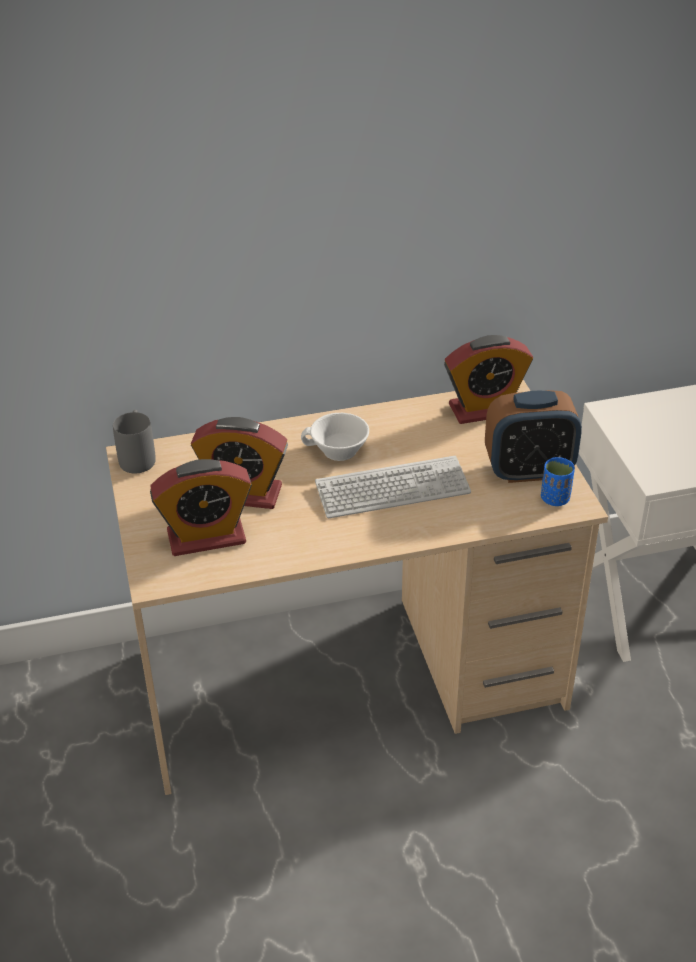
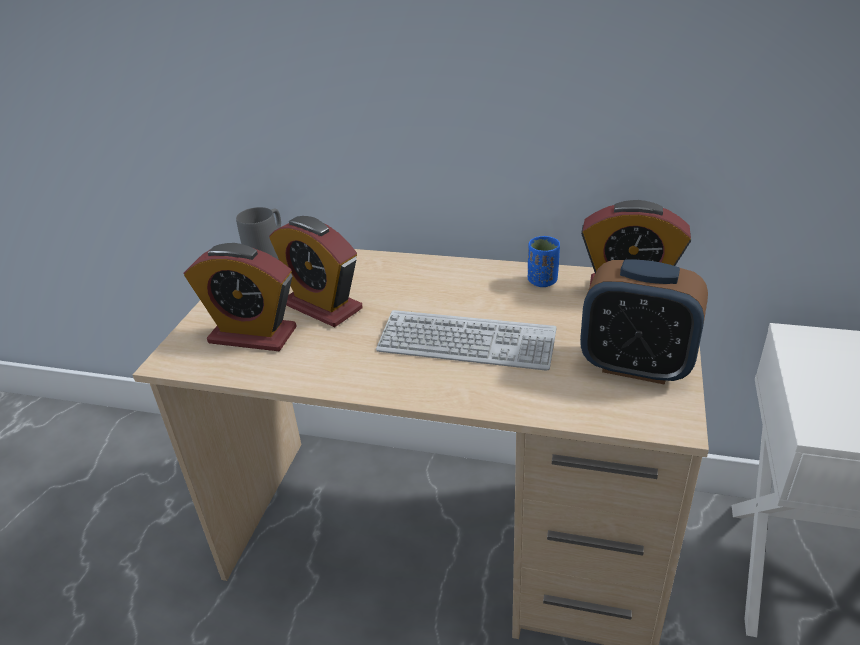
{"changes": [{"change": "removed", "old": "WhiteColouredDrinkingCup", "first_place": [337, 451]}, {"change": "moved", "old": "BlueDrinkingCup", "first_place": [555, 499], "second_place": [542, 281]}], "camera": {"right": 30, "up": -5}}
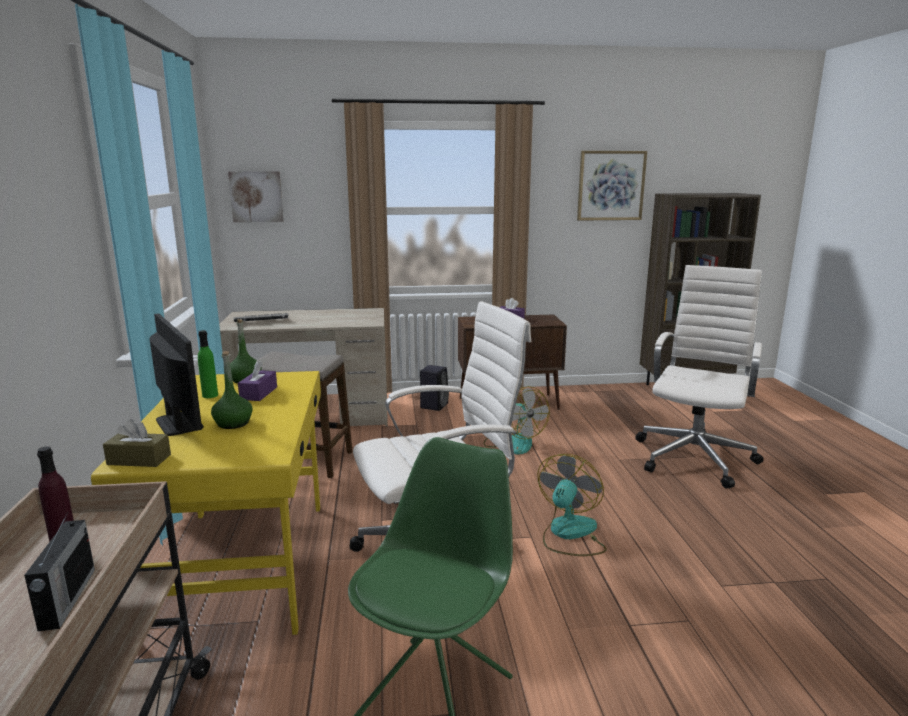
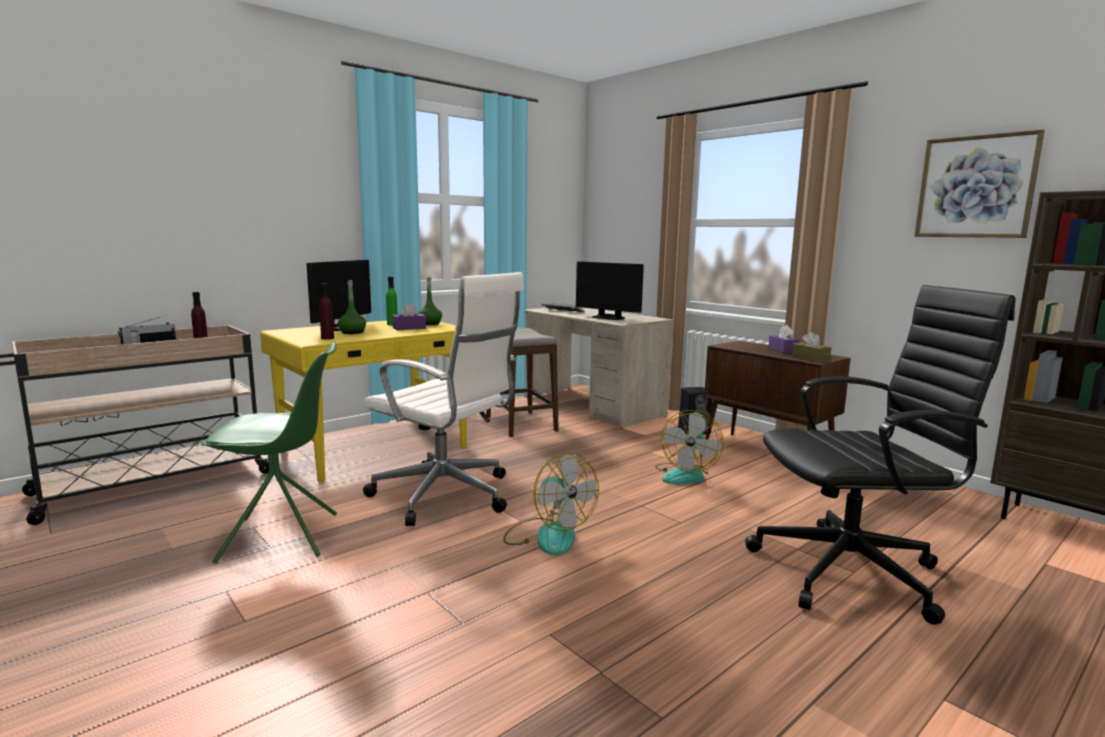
{"changes": [{"change": "moved", "old": "BrownishTissueBox", "first_place": [139, 459], "second_place": [810, 359]}, {"change": "removed", "old": "WallPicture", "first_place": [256, 196]}, {"change": "turned", "old": "CoolingFan", "first_place": [569, 534], "second_place": [548, 535], "degrees": 60}, {"change": "recoloured", "old": "WhiteColouredComputerChair", "new": "BlackColouredComputerChair", "first_place": [695, 456], "second_place": [853, 572]}, {"change": "added", "new": "PurpleColouredBeverageBottle", "second_place": [327, 338]}, {"change": "added", "new": "ComputerScreen", "second_place": [608, 318]}], "camera": {"right": 55, "up": -5}}
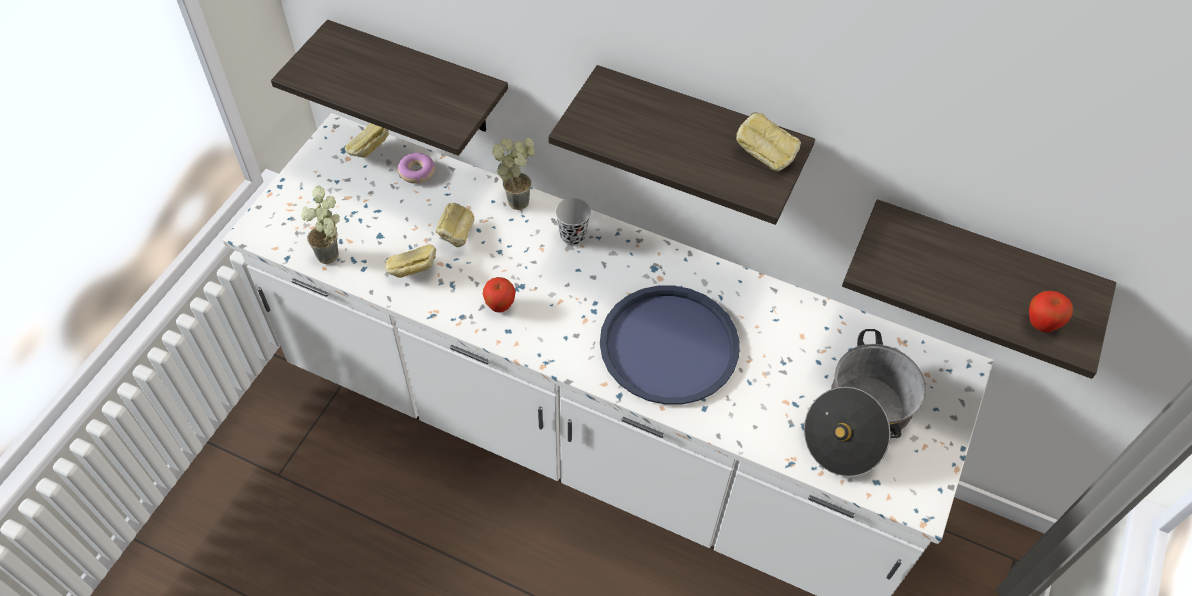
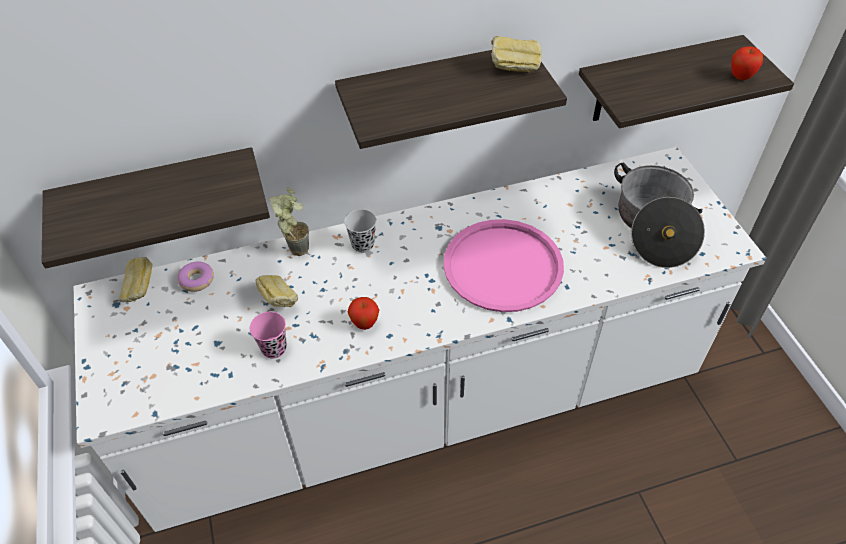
{"changes": [{"change": "removed", "old": "PottedPlant", "first_place": [335, 257]}, {"change": "replaced", "old": "Bread", "new": "PinkishDrinkingCup", "first_place": [413, 272], "second_place": [274, 348]}, {"change": "recoloured", "old": "BlueServingTray", "new": "PinkishServingTray", "first_place": [669, 345], "second_place": [502, 266]}], "camera": {"right": -40, "up": -5}}
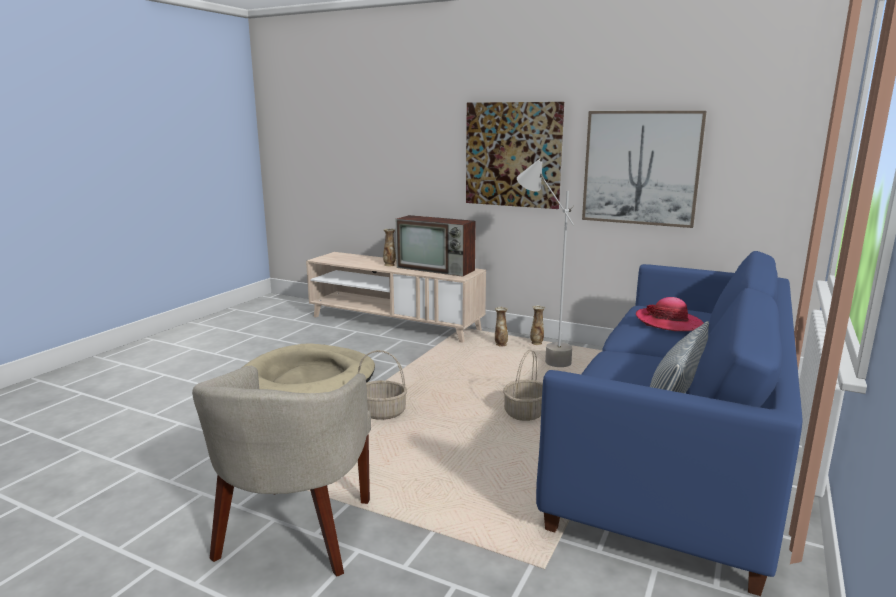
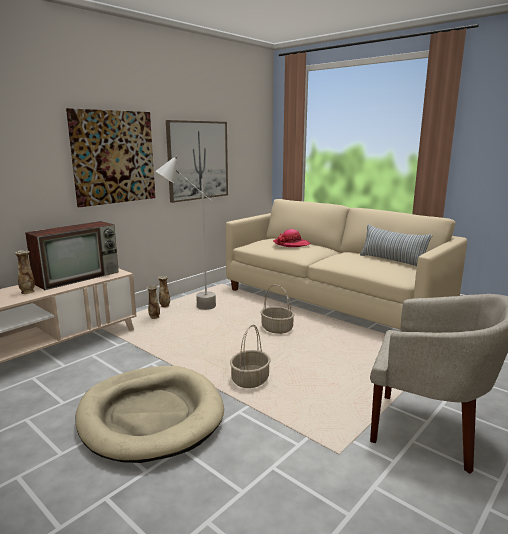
{"changes": [{"change": "recoloured", "old": "BlueCouch", "new": "BeigeColouredCouch", "first_place": [678, 447], "second_place": [332, 302]}], "camera": {"right": -75, "up": 0}}
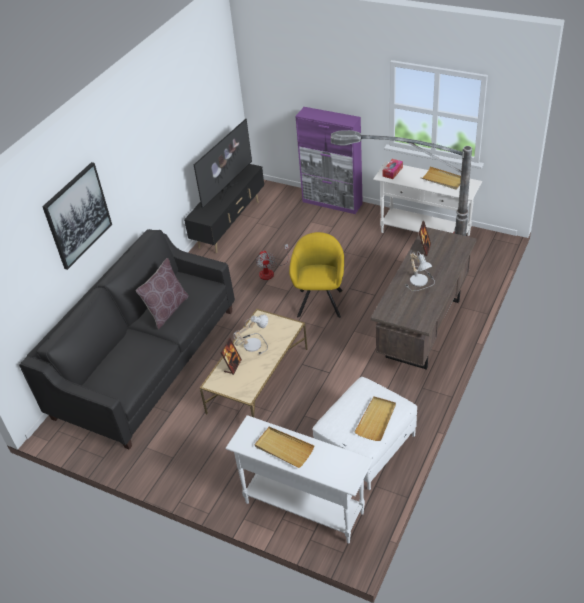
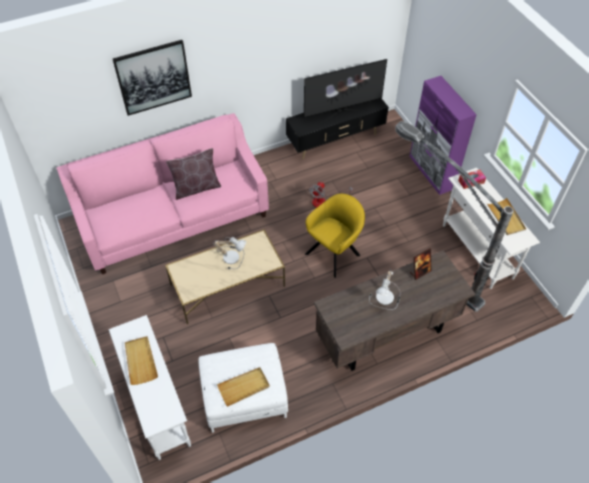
{"changes": [{"change": "recoloured", "old": "BlackColouredCouch", "new": "PinkishCouch", "first_place": [147, 364], "second_place": [173, 217]}, {"change": "removed", "old": "PhotoFrame", "first_place": [232, 366]}], "camera": {"right": 35, "up": 10}}
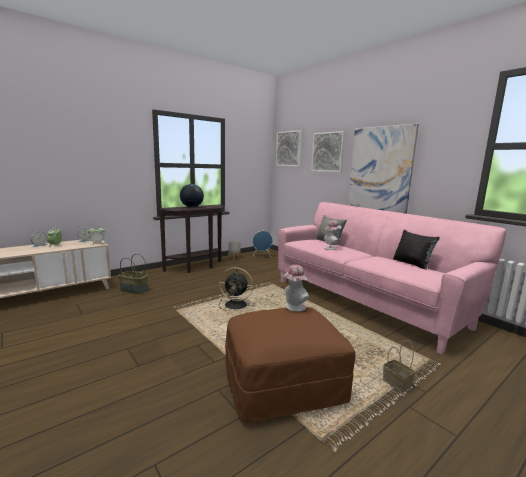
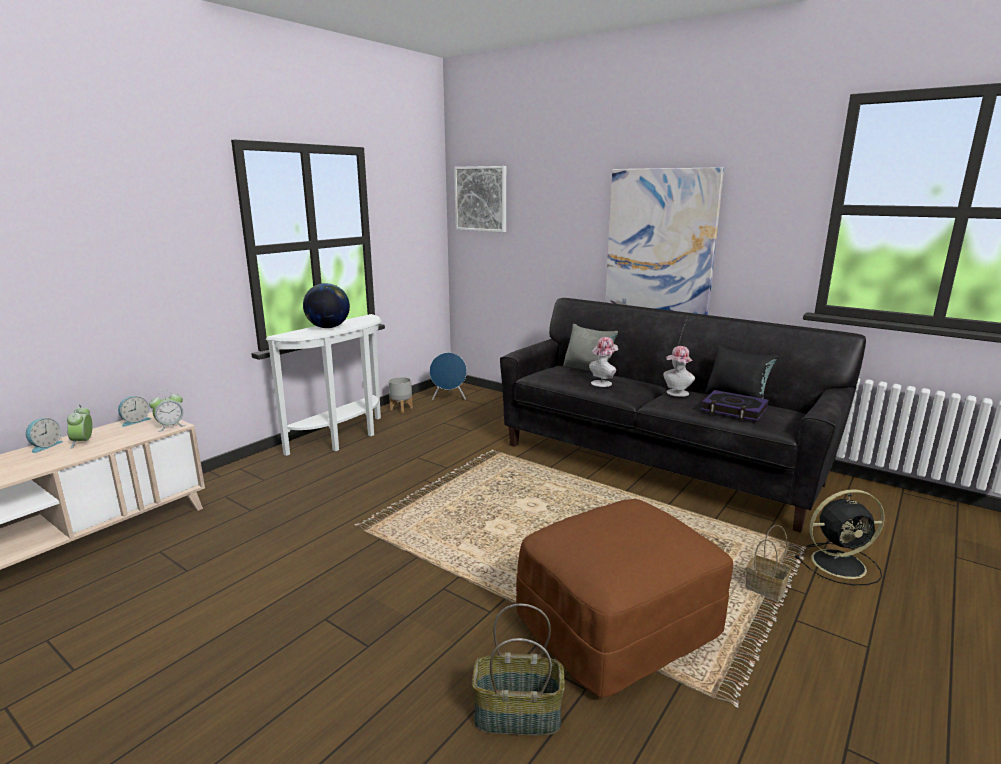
{"changes": [{"change": "moved", "old": "StorageBasket", "first_place": [133, 290], "second_place": [517, 716]}, {"change": "recoloured", "old": "BrownishConsoleTable", "new": "WhiteColouredConsoleTable", "first_place": [196, 267], "second_place": [344, 438]}, {"change": "moved", "old": "BlackColouredCoolingFan", "first_place": [237, 305], "second_place": [840, 564]}, {"change": "recoloured", "old": "PinkishCouch", "new": "BlackColouredCouch", "first_place": [363, 301], "second_place": [656, 462]}, {"change": "moved", "old": "Hat", "first_place": [294, 308], "second_place": [676, 394]}, {"change": "removed", "old": "WallPicture", "first_place": [328, 152]}, {"change": "added", "new": "Book", "second_place": [734, 410]}], "camera": {"right": -15, "up": 5}}
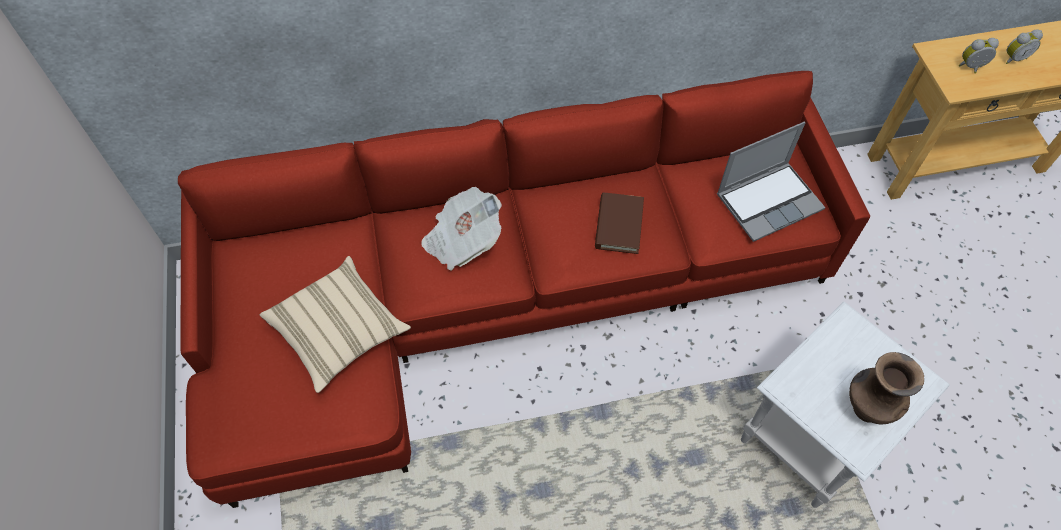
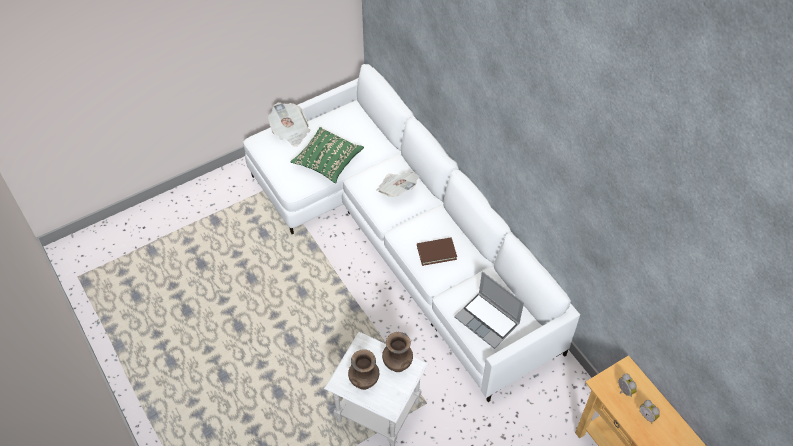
{"changes": [{"change": "recoloured", "old": "ReddishCouch", "new": "WhiteColouredCouch", "first_place": [494, 297], "second_place": [402, 238]}, {"change": "recoloured", "old": "BeigeColouredCushion", "new": "GreenCushion", "first_place": [338, 331], "second_place": [328, 161]}, {"change": "added", "new": "Newspaper", "second_place": [290, 131]}, {"change": "added", "new": "BrownishDecorativeVase", "second_place": [397, 365]}], "camera": {"right": 70, "up": -5}}
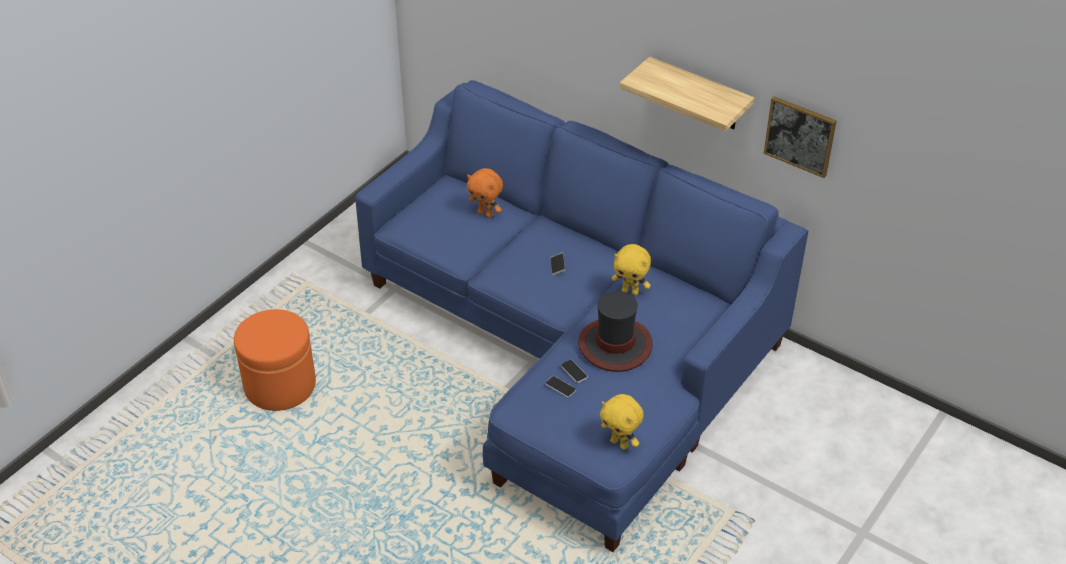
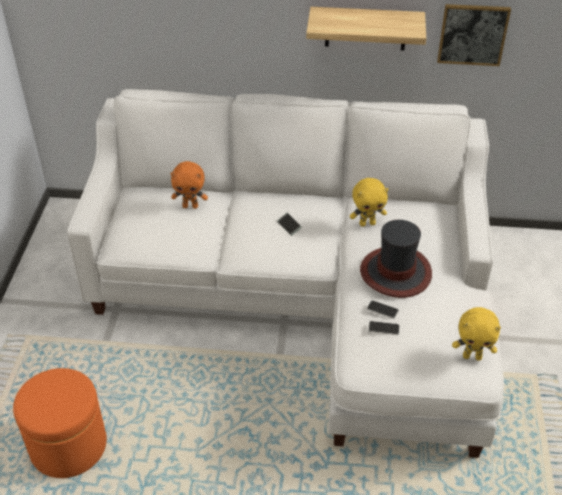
{"changes": [{"change": "recoloured", "old": "BlueCouch", "new": "WhiteColouredCouch", "first_place": [573, 347], "second_place": [307, 296]}], "camera": {"right": -30, "up": 0}}
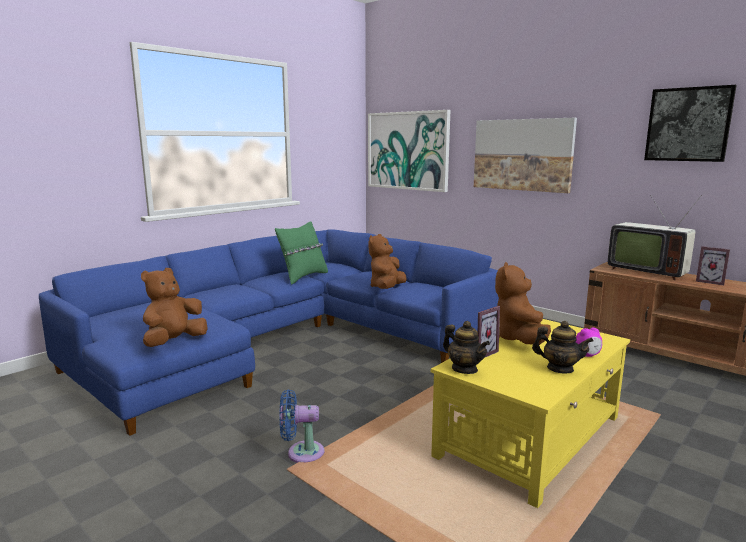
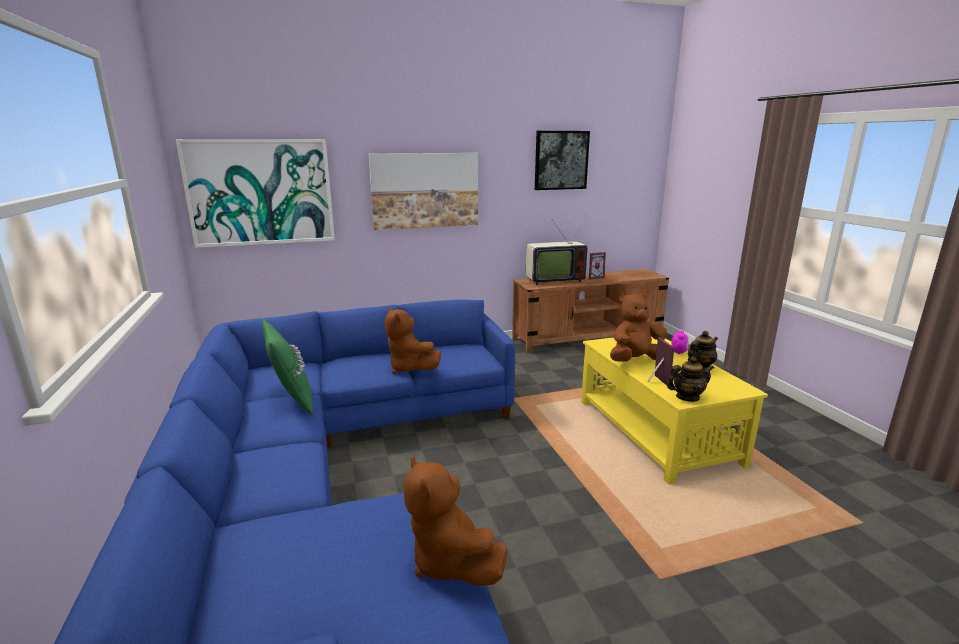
{"changes": [{"change": "removed", "old": "BlueCoolingFan", "first_place": [301, 453]}, {"change": "turned", "old": "BrownishPlushToy", "first_place": [519, 340], "second_place": [635, 361], "degrees": 120}], "camera": {"right": -60, "up": 5}}
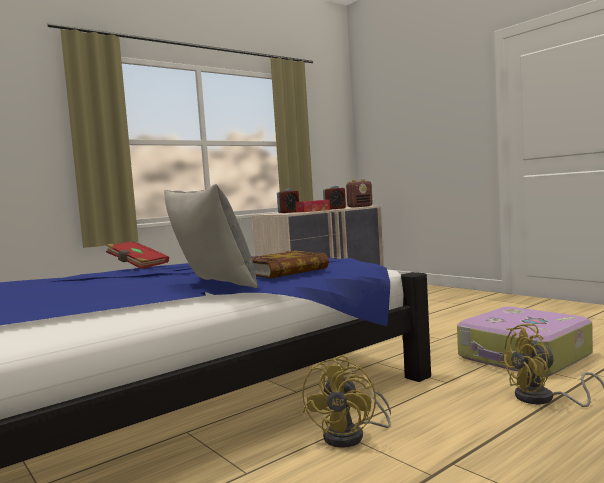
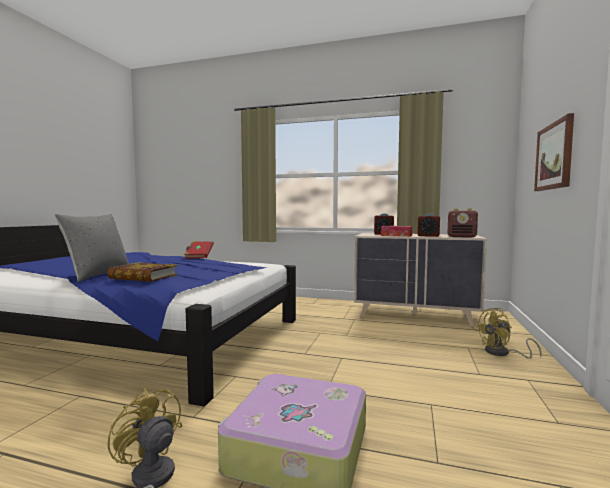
{"changes": [{"change": "moved", "old": "YellowColouredCoolingFan", "first_place": [352, 436], "second_place": [502, 353]}, {"change": "added", "new": "WallPicture", "second_place": [554, 156]}], "camera": {"right": 55, "up": 0}}
